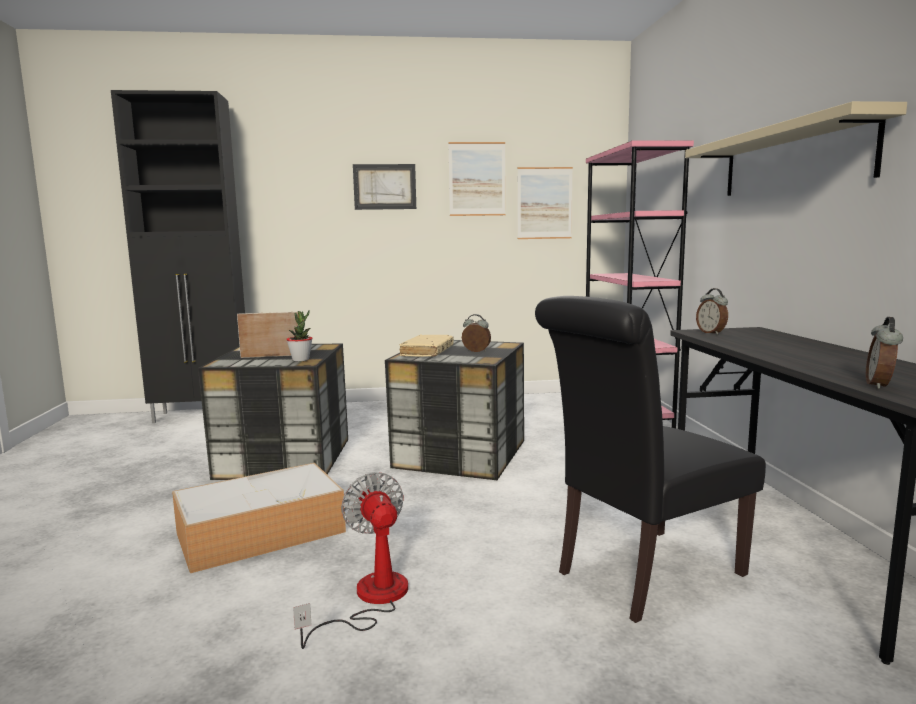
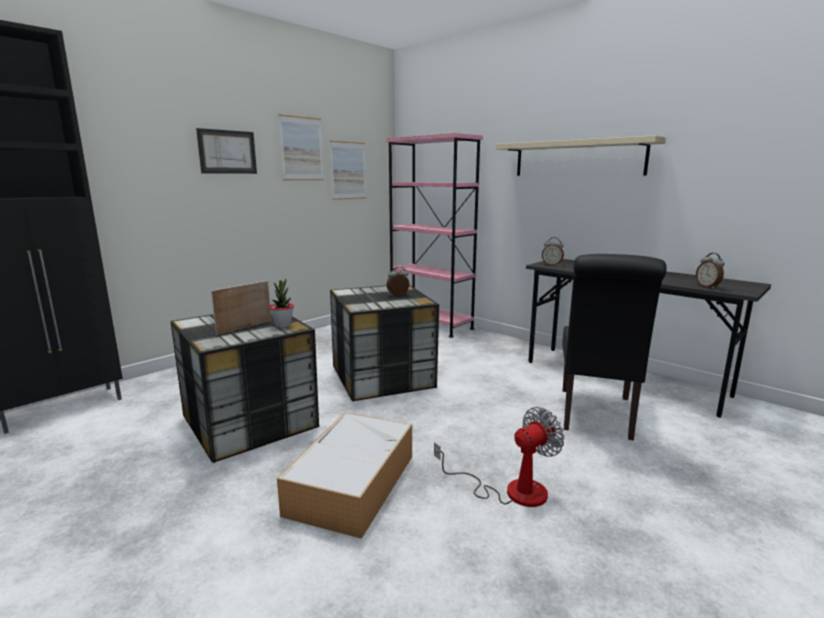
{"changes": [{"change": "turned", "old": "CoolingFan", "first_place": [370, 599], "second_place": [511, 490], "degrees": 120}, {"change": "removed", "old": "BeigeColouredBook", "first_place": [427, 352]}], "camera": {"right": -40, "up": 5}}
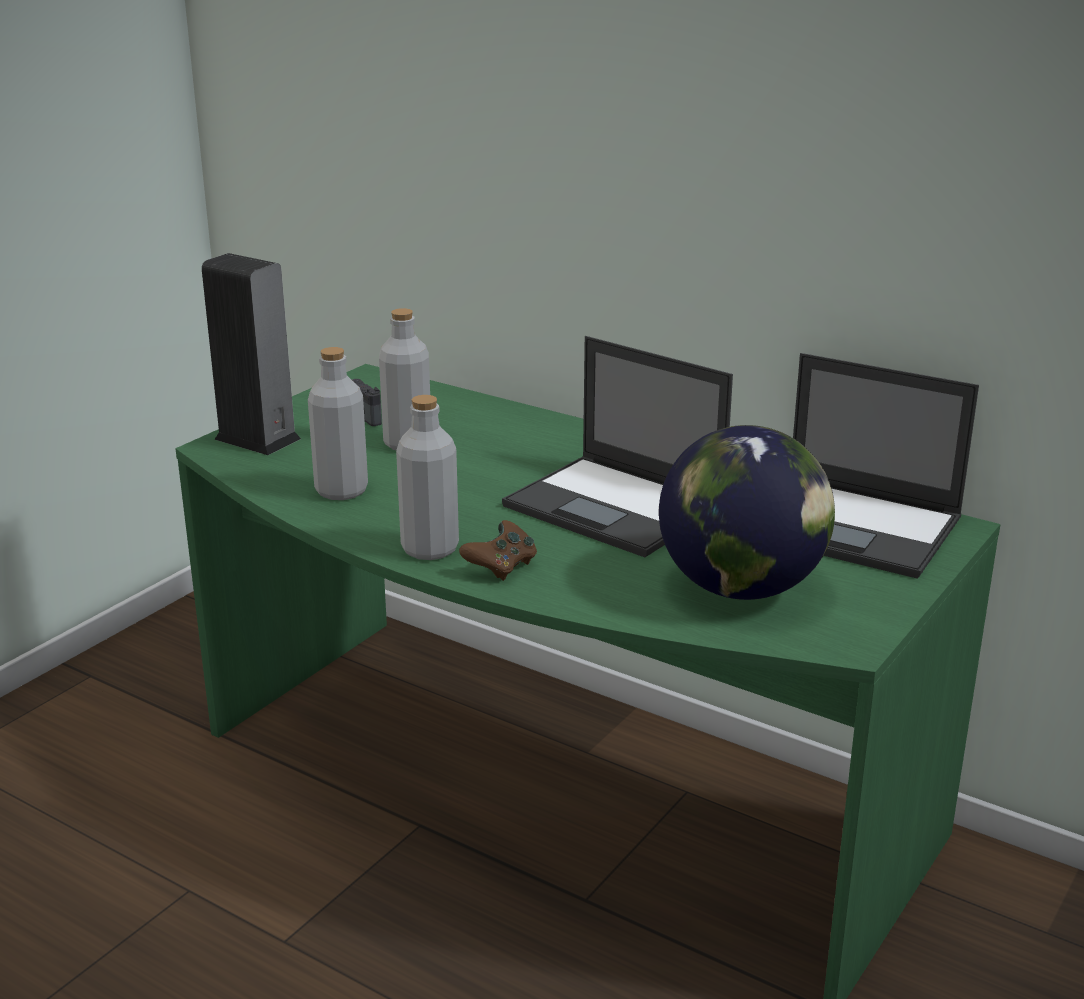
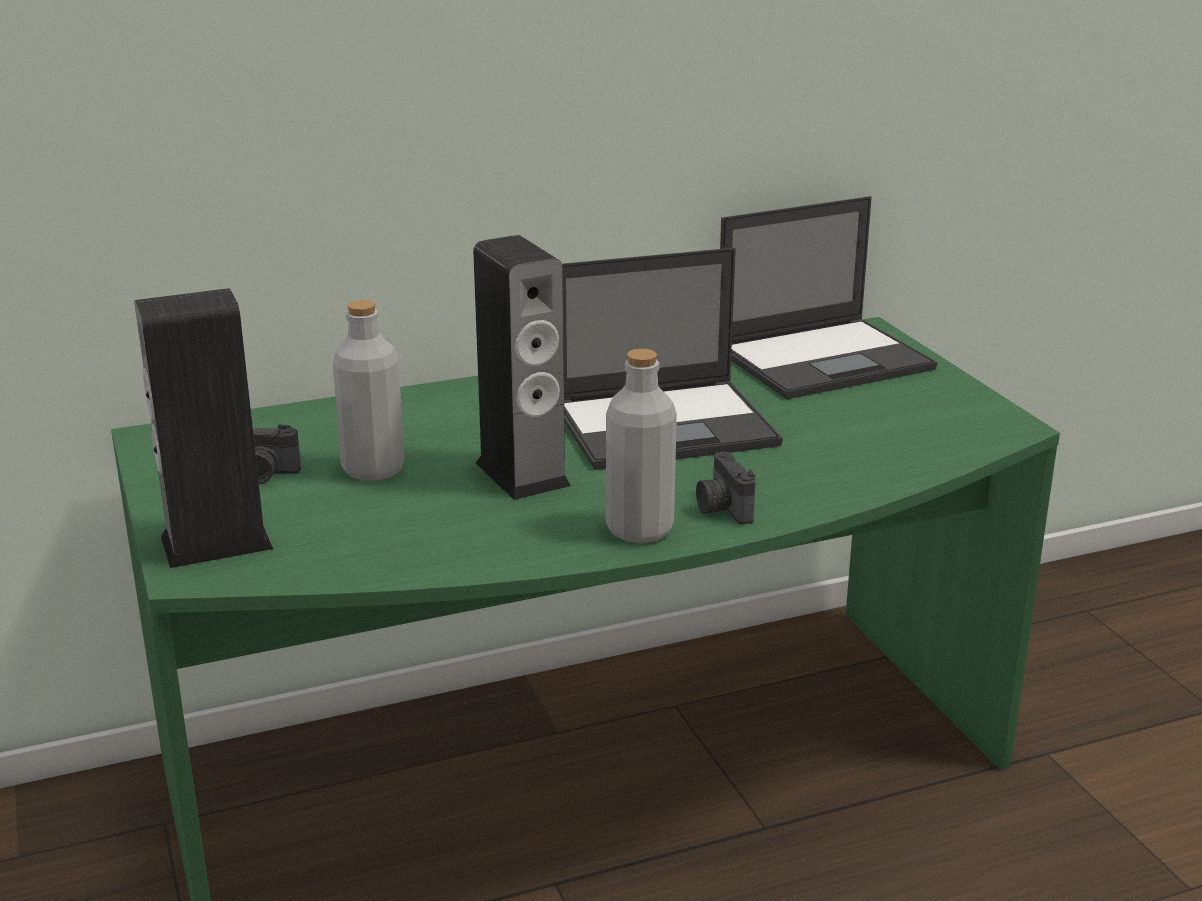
{"changes": [{"change": "removed", "old": "GrayBeverageBottle", "first_place": [341, 490]}, {"change": "replaced", "old": "BrownishGamepad", "new": "PhotoCamera", "first_place": [501, 567], "second_place": [722, 509]}, {"change": "removed", "old": "DeskGlobe", "first_place": [742, 588]}, {"change": "added", "new": "Speaker", "second_place": [522, 474]}], "camera": {"right": -55, "up": 0}}
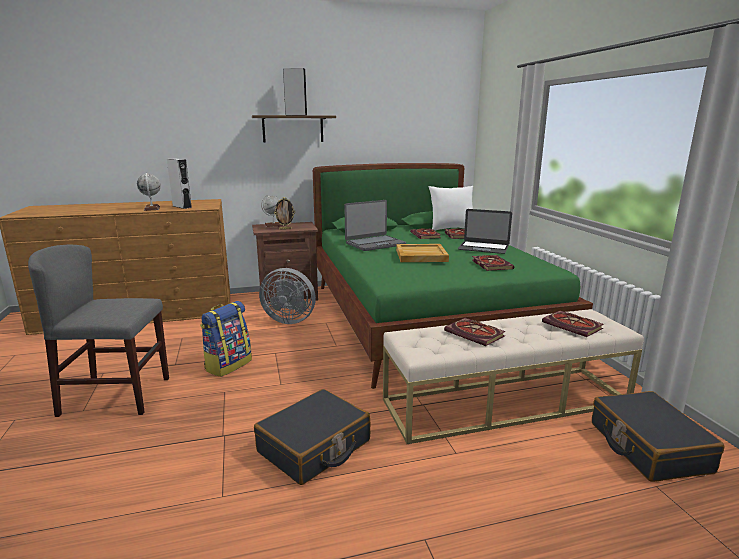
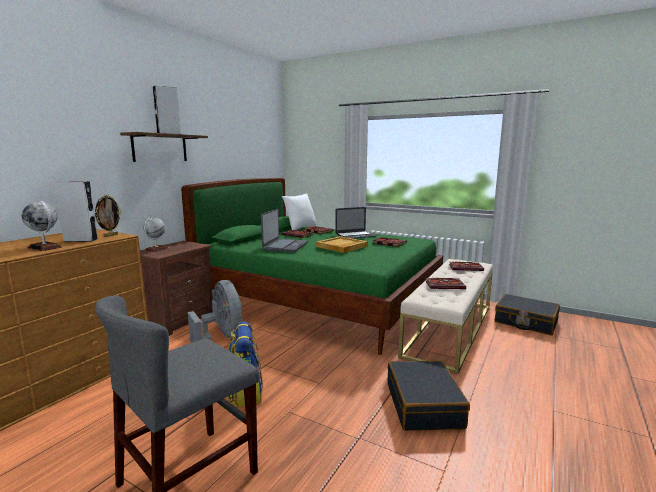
{"changes": [{"change": "turned", "old": "GrayCoolingFan", "first_place": [289, 320], "second_place": [222, 337], "degrees": -90}, {"change": "moved", "old": "PhotoFrame", "first_place": [285, 229], "second_place": [110, 235]}], "camera": {"right": -45, "up": -5}}
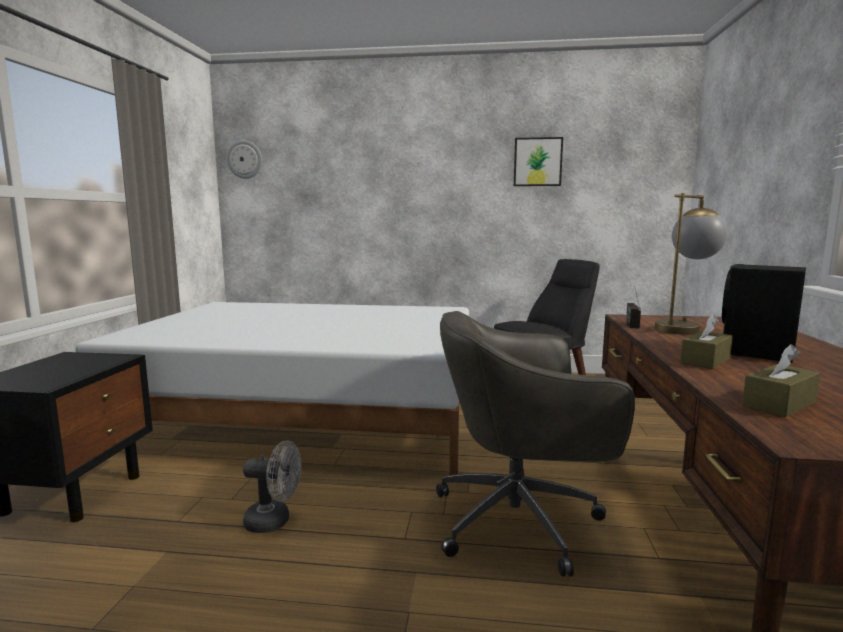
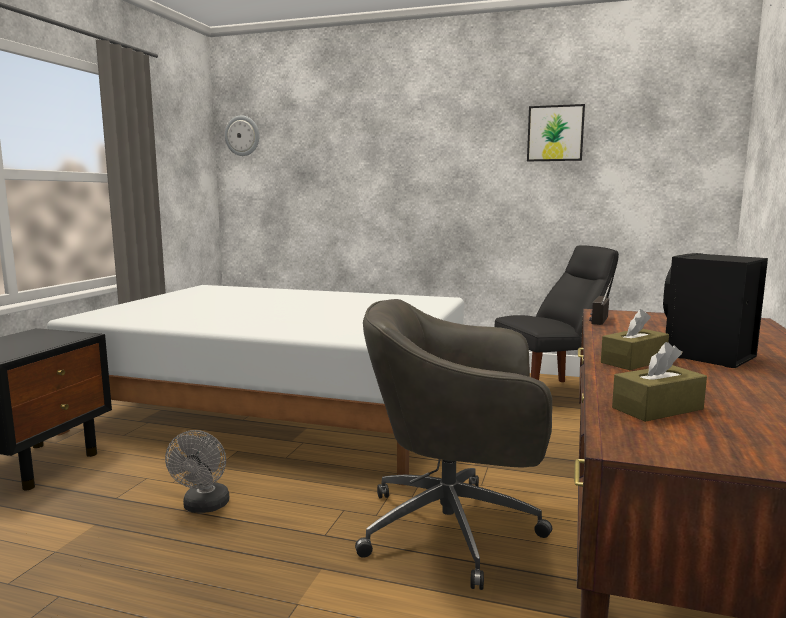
{"changes": [{"change": "turned", "old": "GrayCoolingFan", "first_place": [274, 522], "second_place": [204, 507], "degrees": 75}, {"change": "removed", "old": "TableLamp", "first_place": [683, 328]}], "camera": {"right": 10, "up": 0}}
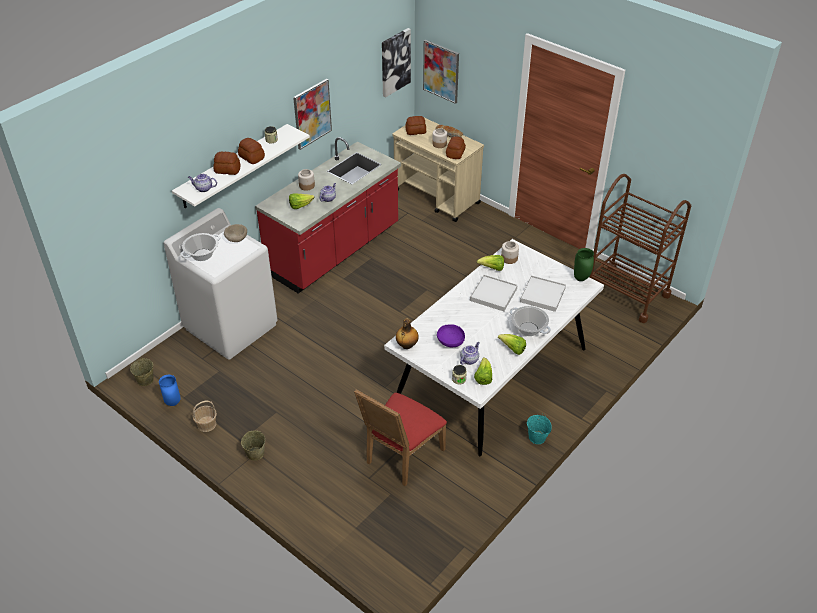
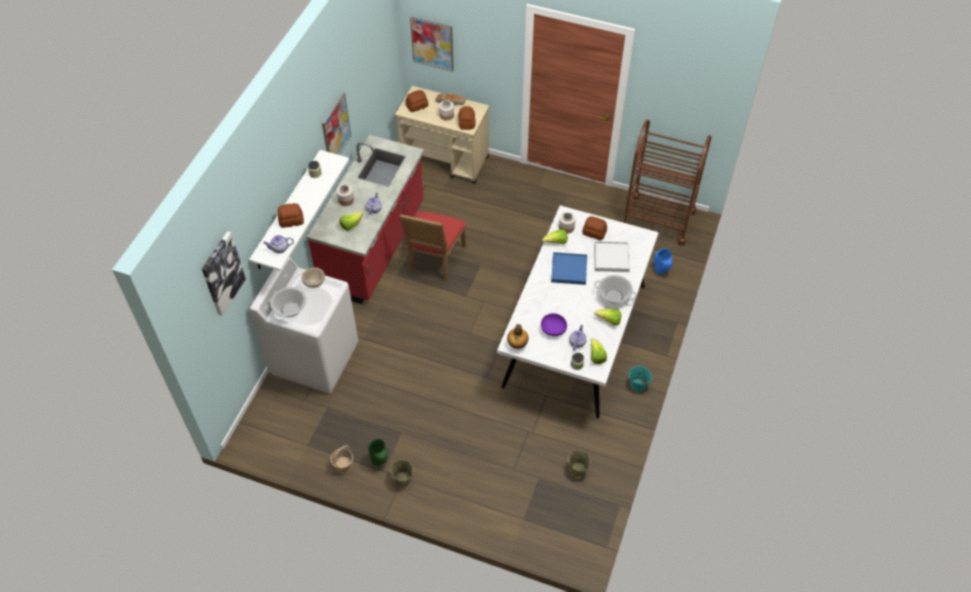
{"changes": [{"change": "moved", "old": "BeigeColouredWaterBucket", "first_place": [145, 380], "second_place": [577, 470]}, {"change": "moved", "old": "BlueDecorativeVase", "first_place": [172, 403], "second_place": [660, 272]}, {"change": "moved", "old": "Bread", "first_place": [251, 157], "second_place": [594, 233]}, {"change": "moved", "old": "ReddishChair", "first_place": [401, 457], "second_place": [434, 261]}, {"change": "moved", "old": "WallPicture", "first_place": [395, 62], "second_place": [222, 273]}, {"change": "recoloured", "old": "WhiteColouredServingTray", "new": "BlueServingTray", "first_place": [493, 295], "second_place": [569, 270]}, {"change": "moved", "old": "GreenDecorativeVase", "first_place": [580, 278], "second_place": [379, 461]}], "camera": {"right": -20, "up": 10}}
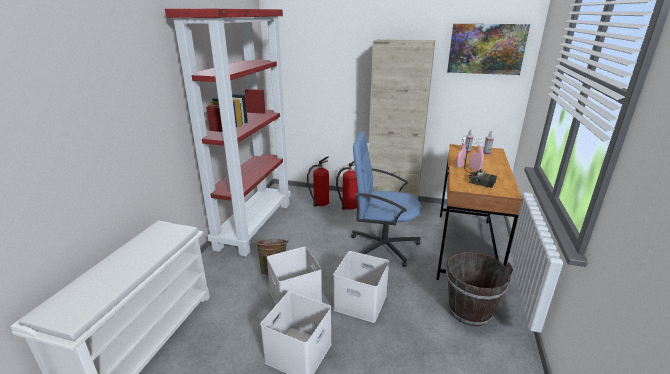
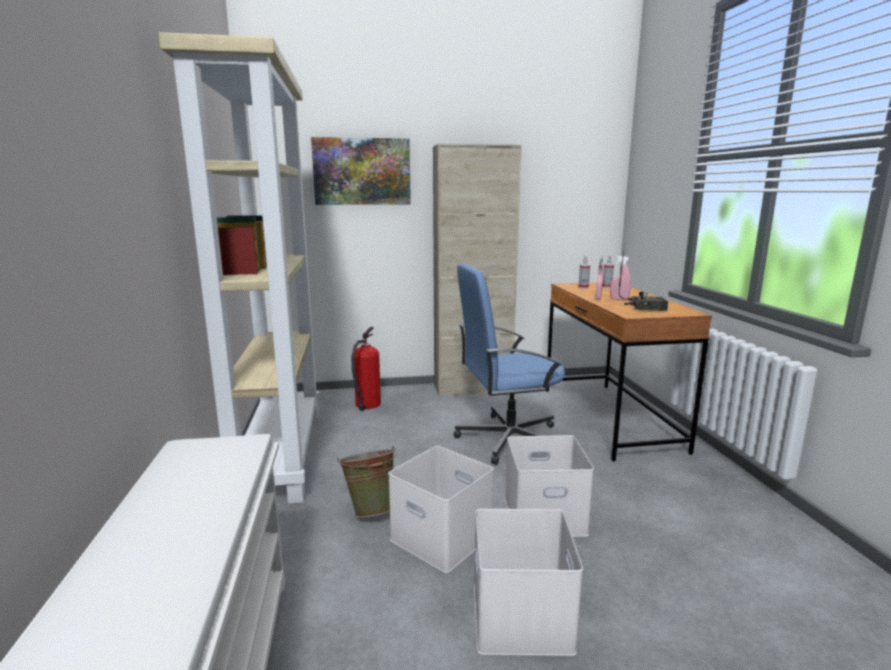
{"changes": [{"change": "recoloured", "old": "ReddishBookcase", "new": "BeigeColouredBookcase", "first_place": [254, 224], "second_place": [279, 454]}, {"change": "removed", "old": "Extinguisher", "first_place": [348, 206]}, {"change": "removed", "old": "BrownishWaterBucket", "first_place": [469, 311]}, {"change": "moved", "old": "WallPicture", "first_place": [486, 49], "second_place": [362, 171]}], "camera": {"right": -25, "up": -10}}
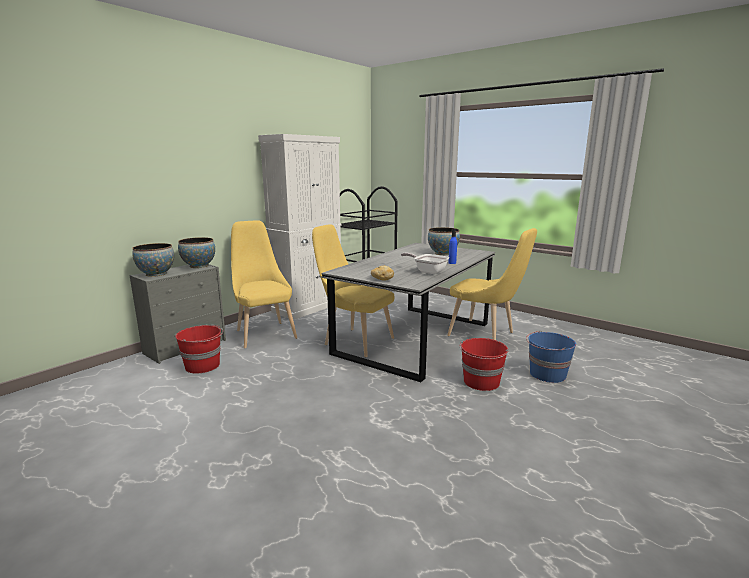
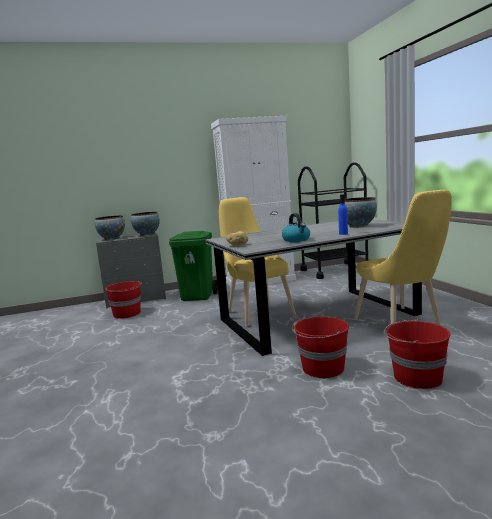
{"changes": [{"change": "replaced", "old": "YellowColouredChair", "new": "GreenWasteBin", "first_place": [264, 333], "second_place": [198, 297]}, {"change": "replaced", "old": "FryingPan", "new": "Kettle", "first_place": [427, 271], "second_place": [296, 240]}, {"change": "recoloured", "old": "BlueWaterBucket", "new": "ReddishWaterBucket", "first_place": [547, 374], "second_place": [416, 377]}], "camera": {"right": 35, "up": -5}}
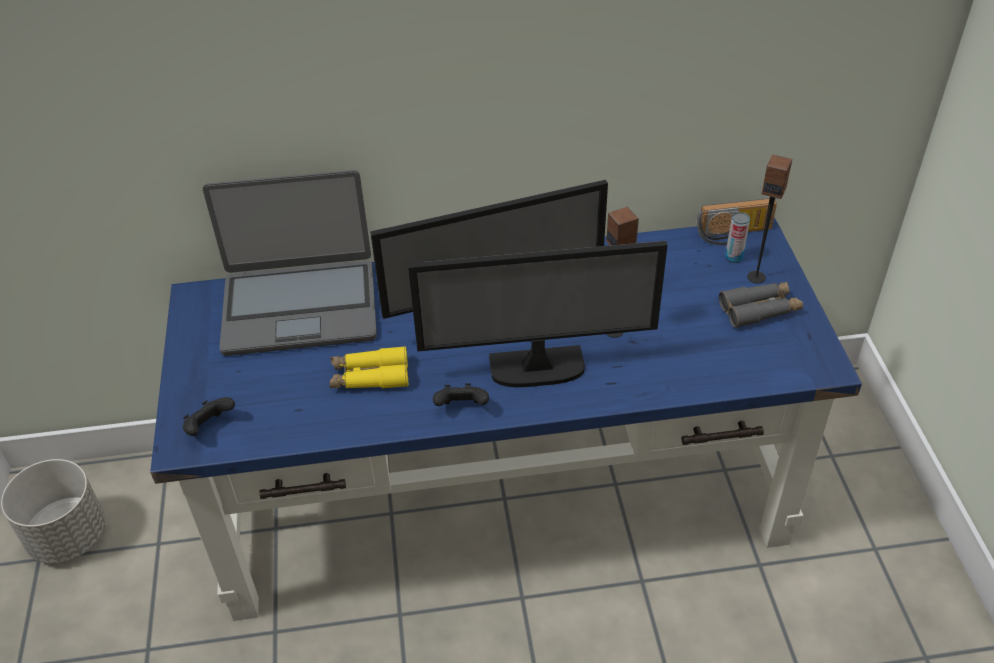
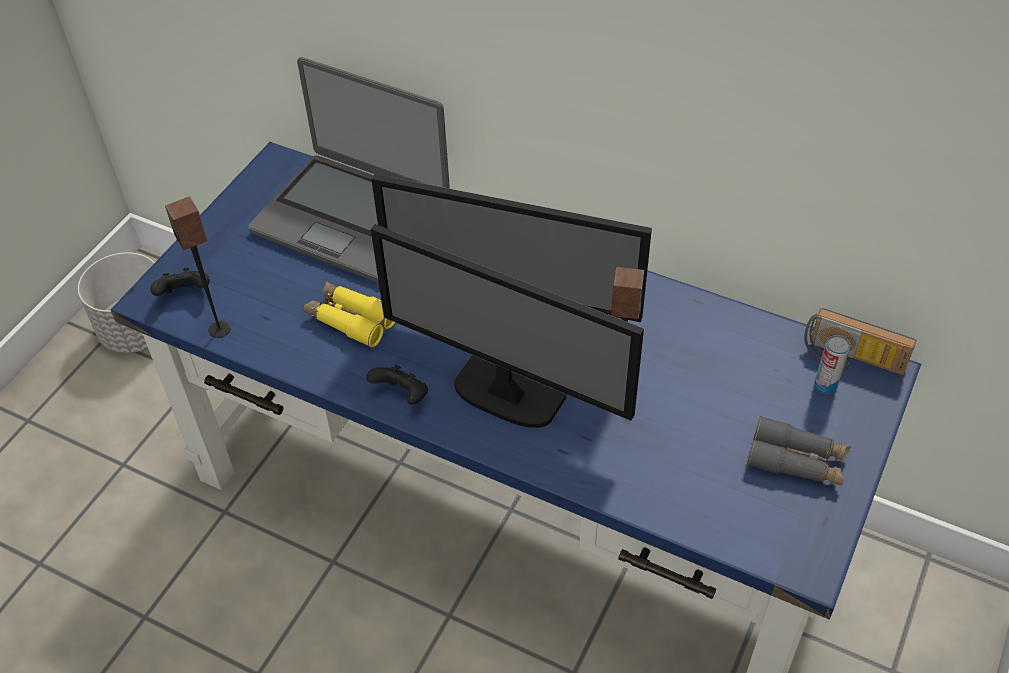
{"changes": [{"change": "moved", "old": "Speaker", "first_place": [756, 277], "second_place": [220, 329]}], "camera": {"right": 35, "up": 5}}
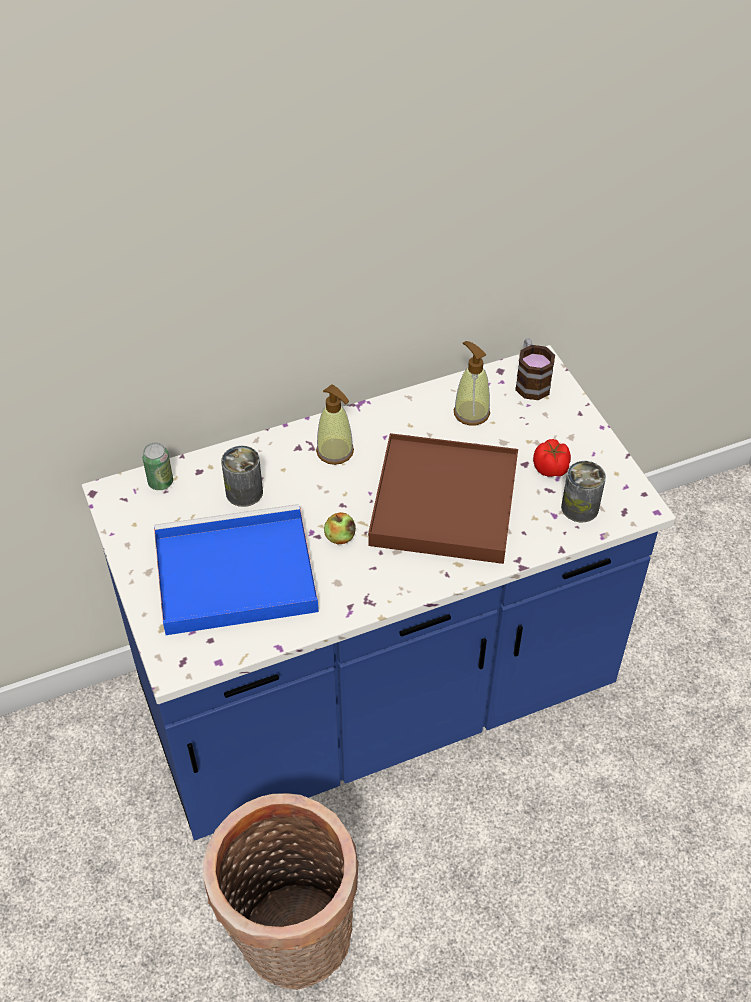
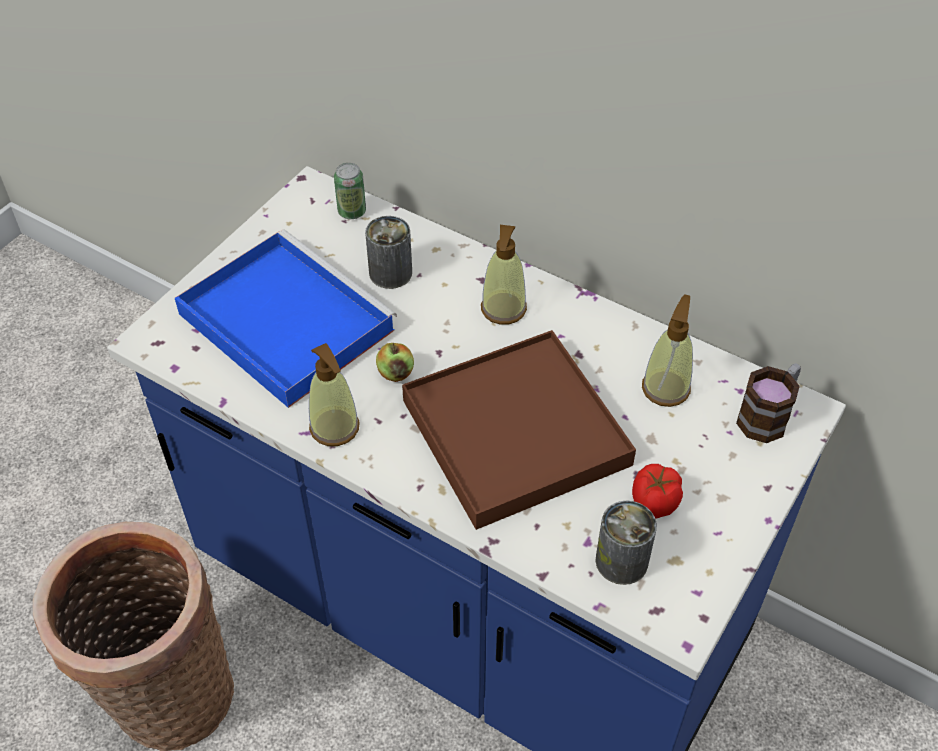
{"changes": [{"change": "added", "new": "LiquidSoapBottle", "second_place": [335, 428]}], "camera": {"right": 55, "up": 0}}
